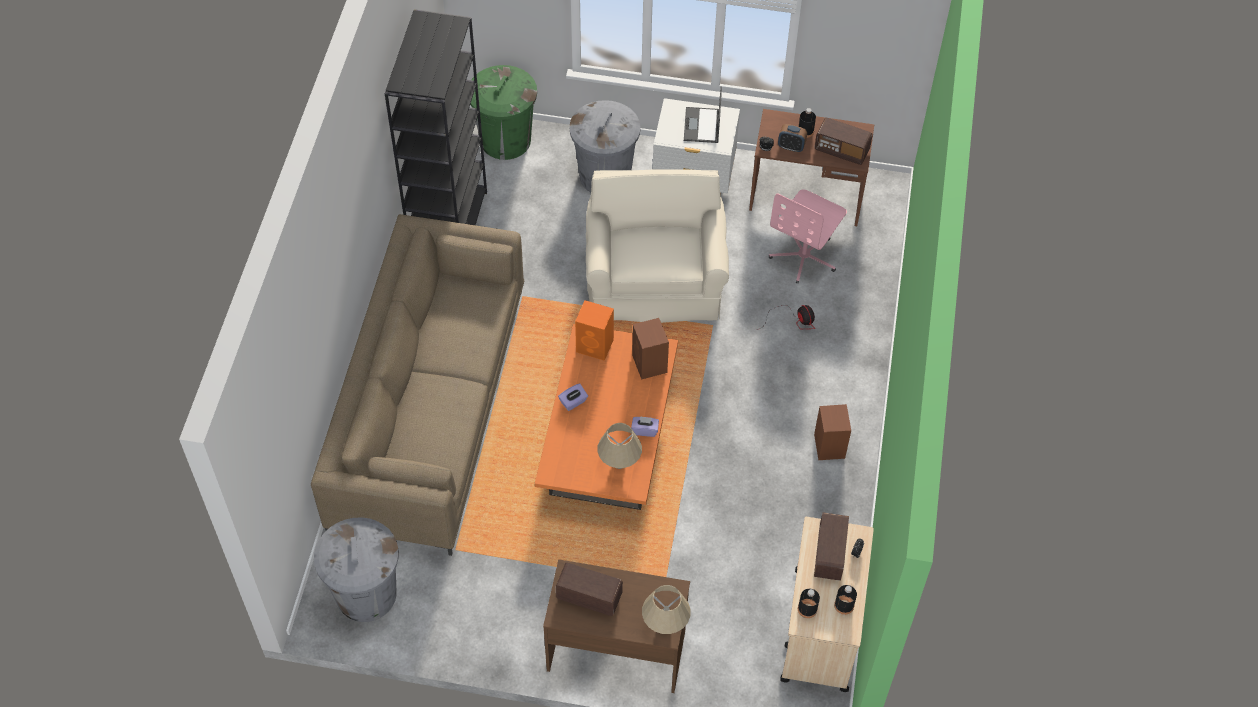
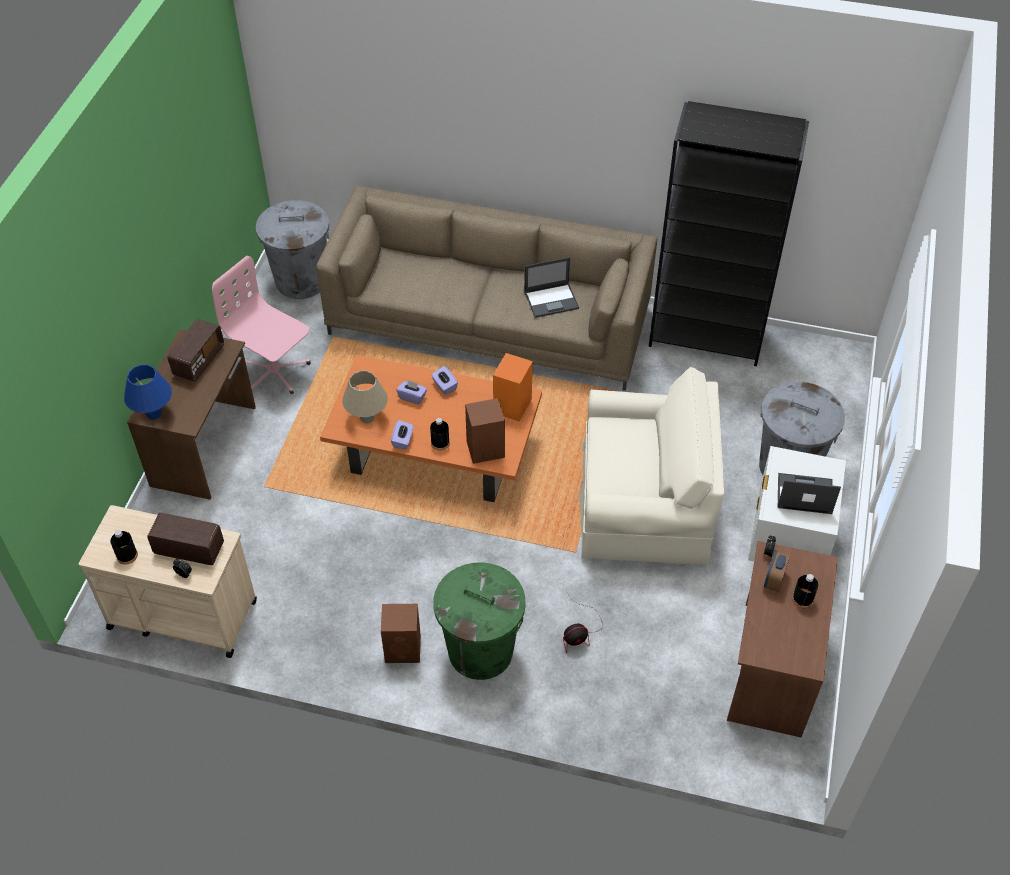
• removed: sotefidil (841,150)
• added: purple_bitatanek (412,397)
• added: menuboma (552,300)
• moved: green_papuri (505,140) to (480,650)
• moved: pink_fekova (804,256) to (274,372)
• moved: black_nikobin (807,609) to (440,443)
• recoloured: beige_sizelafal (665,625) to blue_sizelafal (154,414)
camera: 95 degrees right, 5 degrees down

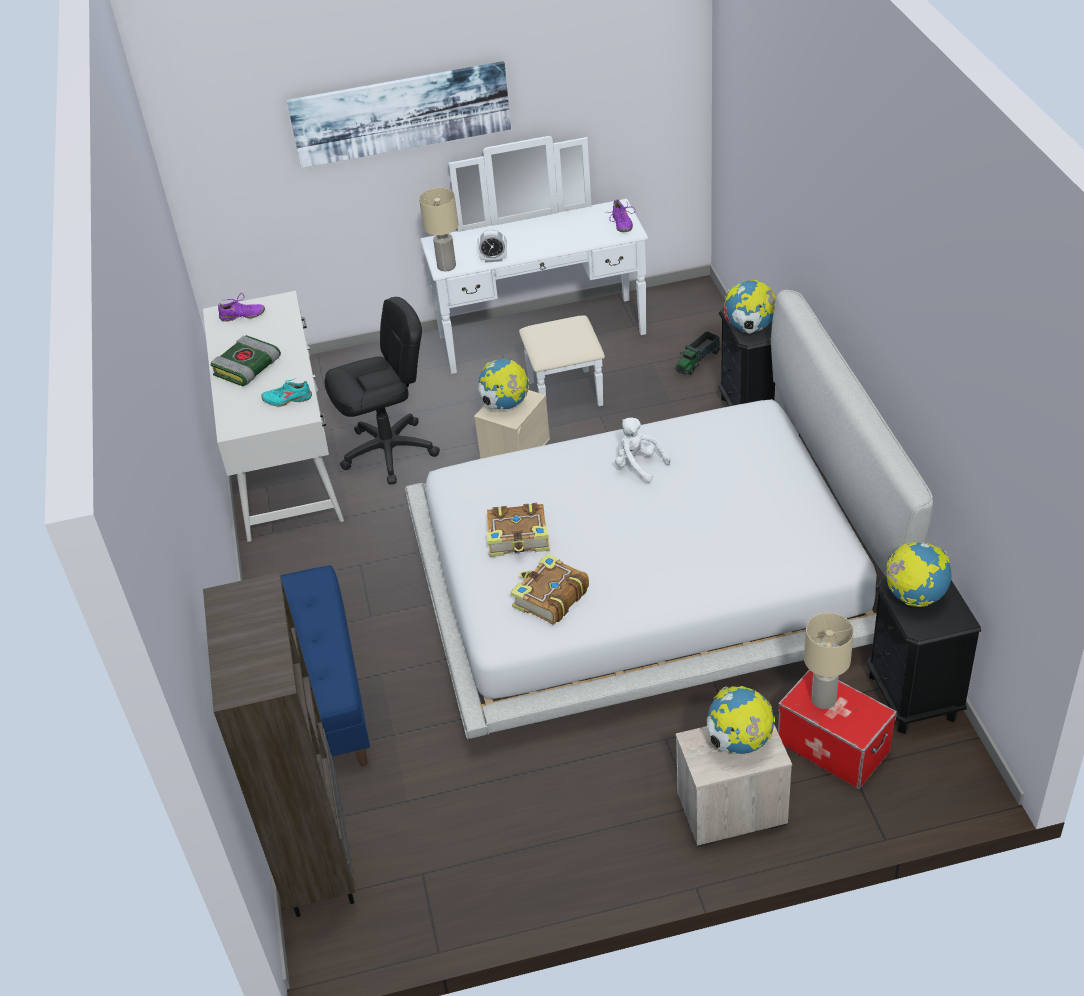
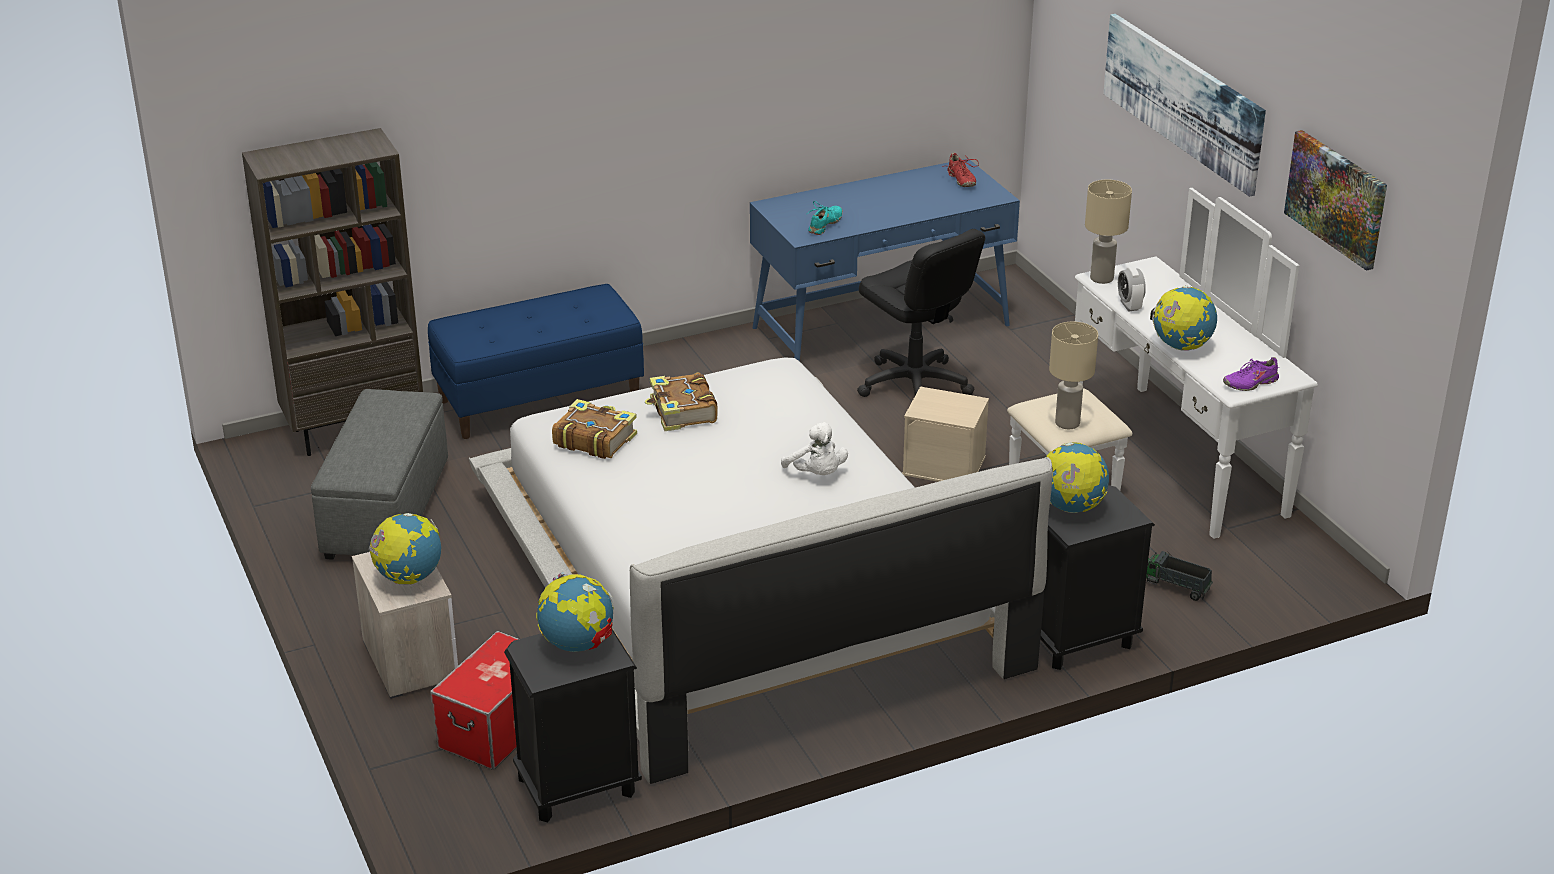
• removed: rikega (247,368)
• added: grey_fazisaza (387,509)
• added: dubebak (1337,198)
• moved: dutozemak (505,405) to (1181,346)
• moved: beige_sizelafal (823,700) to (1066,423)
• recoloured: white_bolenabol (285,460) to blue_bolenabol (882,326)
• recoloured: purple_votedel (242,316) to red_votedel (961,180)
• turned: turquoise_votedel (288,399) = (825,225) 45 degrees clockwise
• turned: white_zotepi (638,465) = (816,474) 120 degrees clockwise
camera: 75 degrees right, 10 degrees down

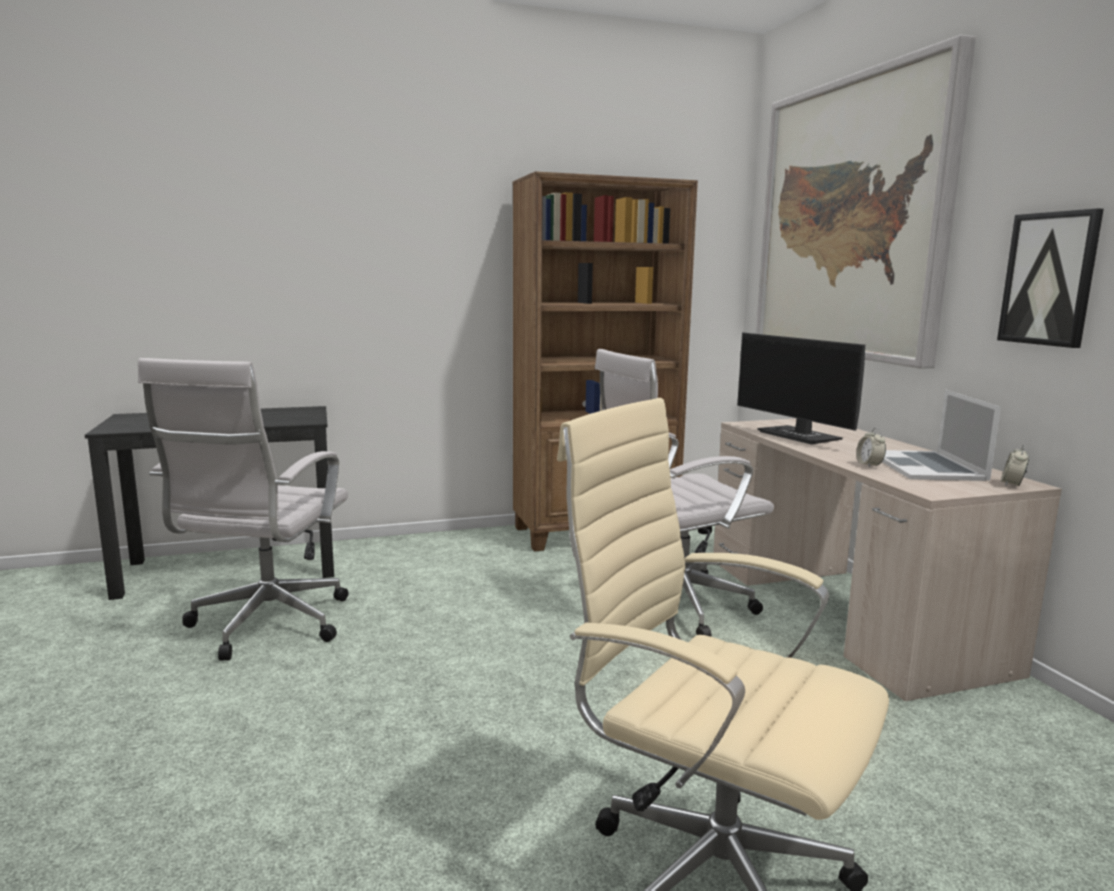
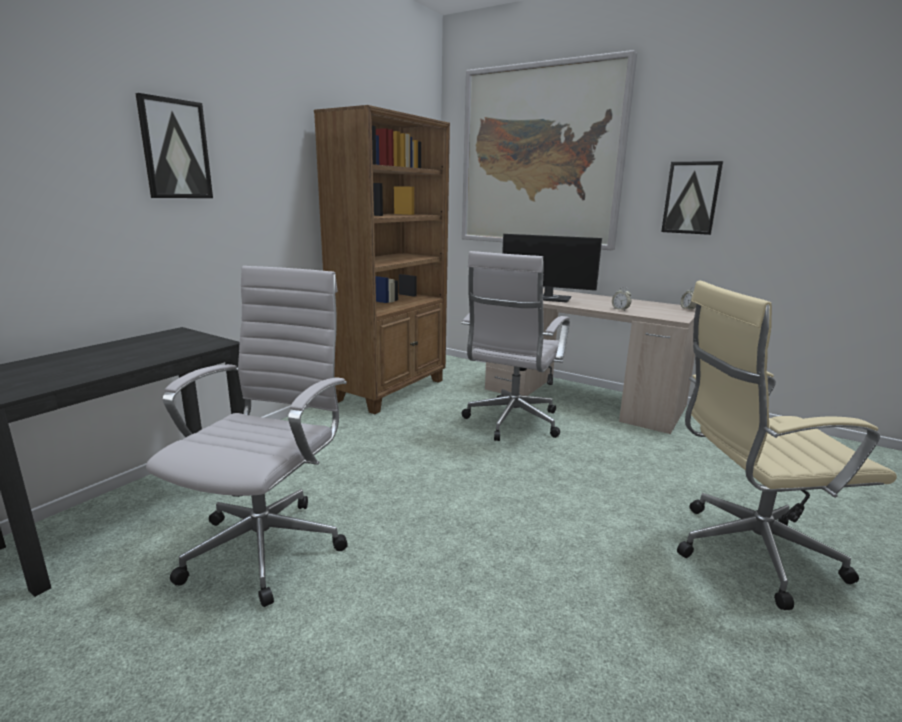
• removed: menuboma (926,466)
• added: dubebak (175,149)
• turned: white_fekova (265,626) = (269,544) 135 degrees counterclockwise
camera: 40 degrees left, 5 degrees up

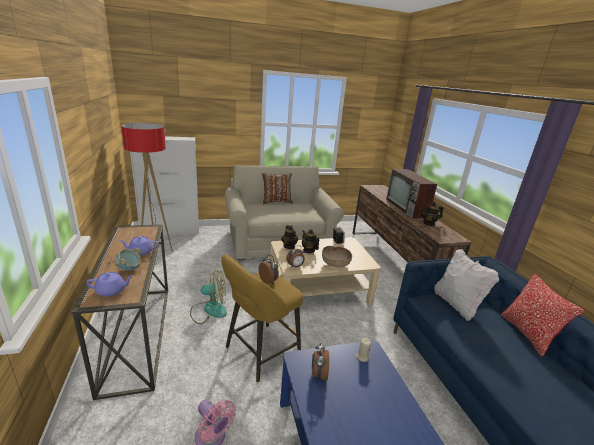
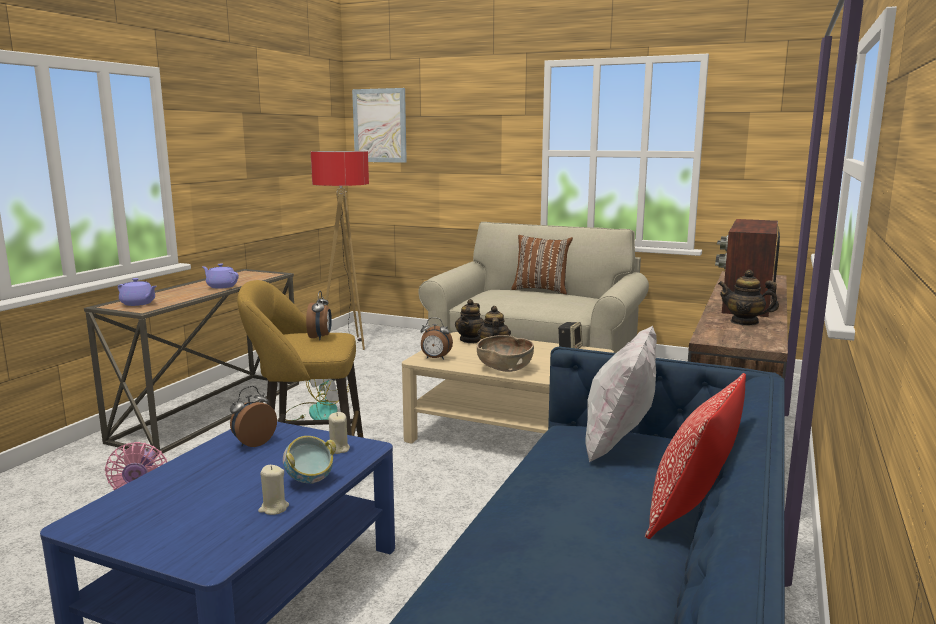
• removed: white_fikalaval (171,231)
• added: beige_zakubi (273,508)
• added: dubebak (380,125)
• moved: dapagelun (129,269) to (309,481)
camera: 40 degrees right, 10 degrees down

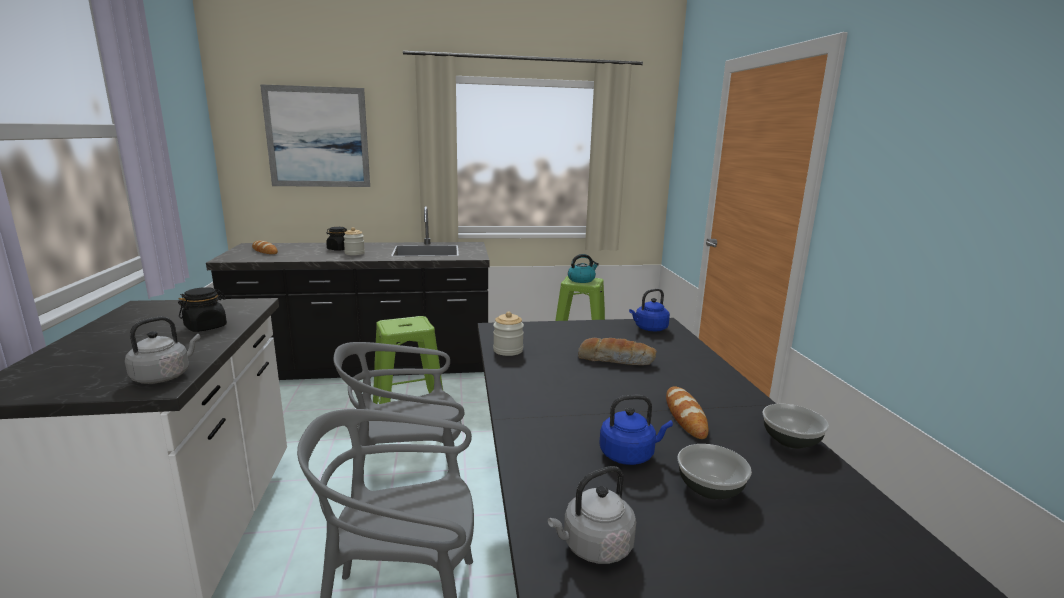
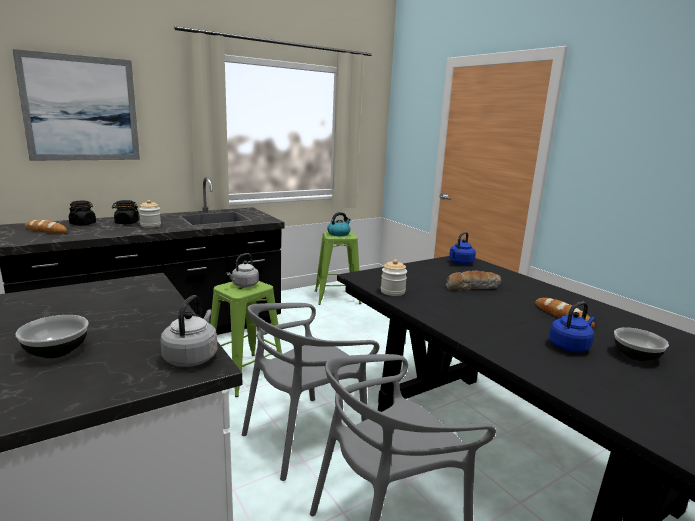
• moved: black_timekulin (206,327) to (83,224)
• moved: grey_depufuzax (594,547) to (244,285)
• moved: dapagelun (791,441) to (57,351)
camera: 25 degrees left, 0 degrees up

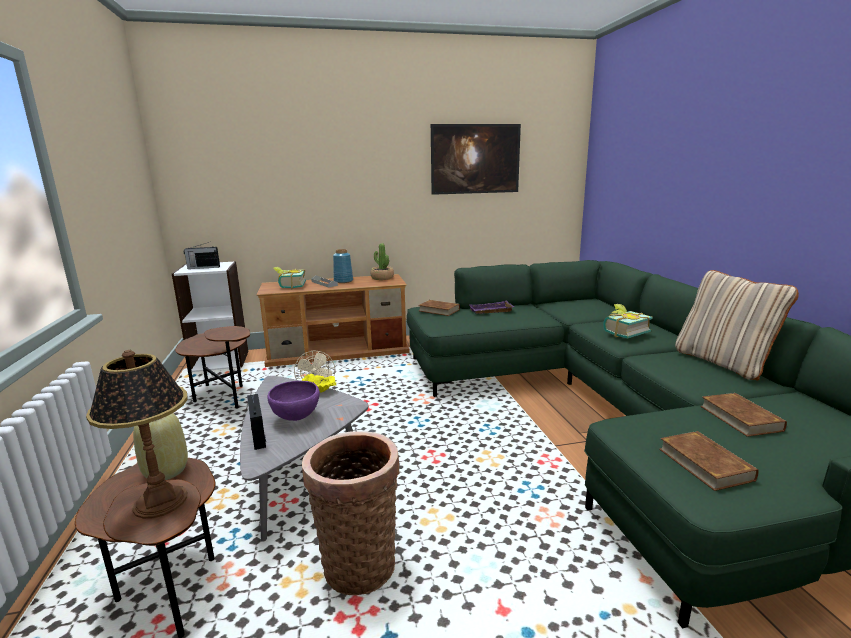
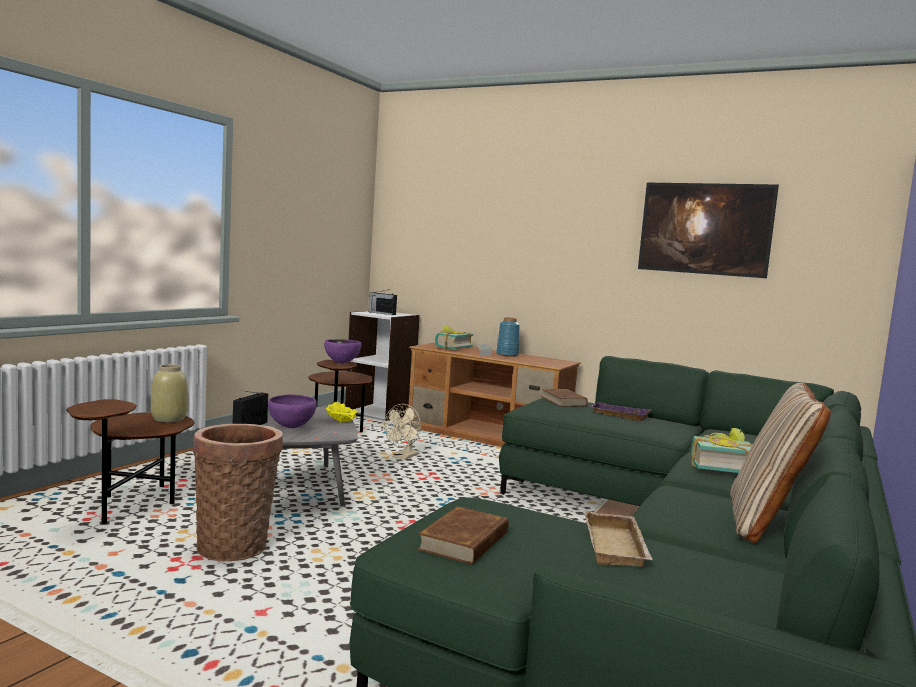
• removed: sizelafal (159,501)
• removed: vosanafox (382,278)
• added: purple_dapagelun (342,363)
• replaced: brown_rikega (740,418) to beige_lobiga (618,547)
camera: 40 degrees right, 10 degrees down

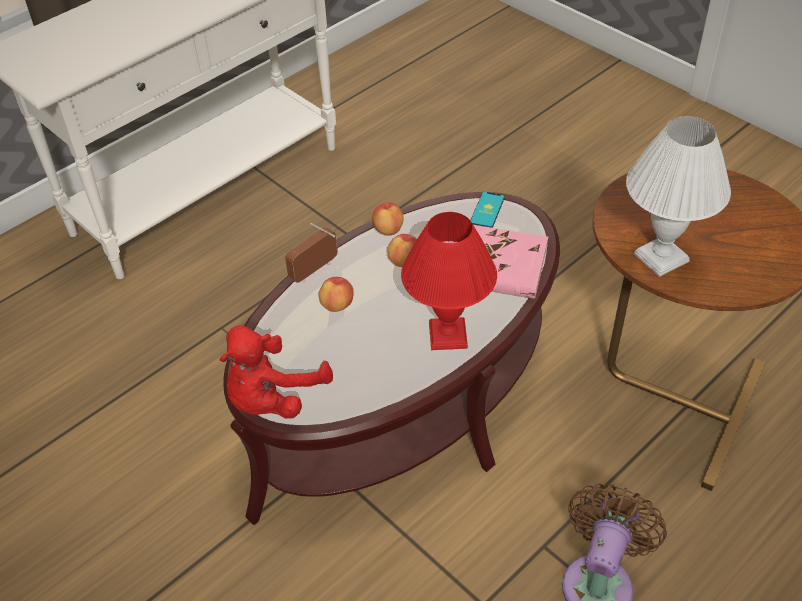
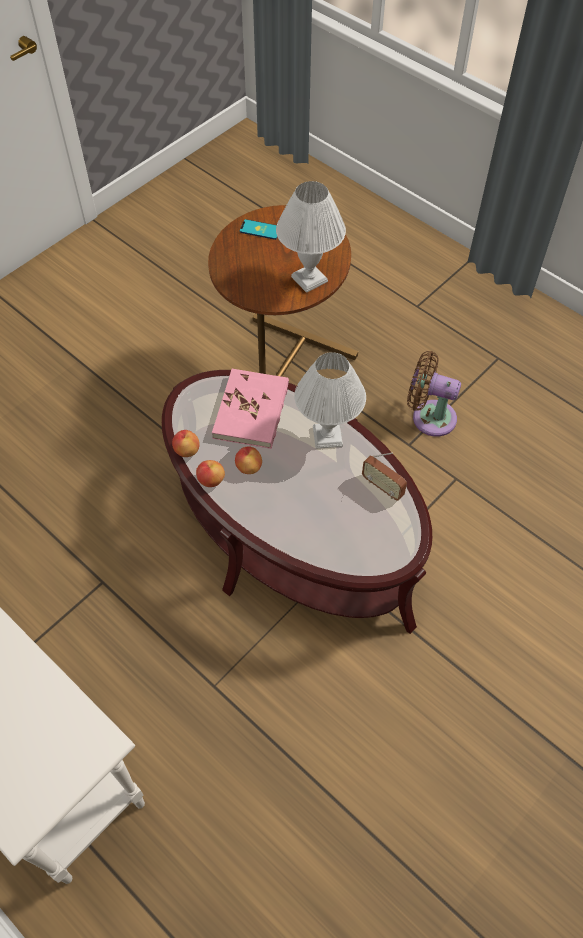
• removed: red_zotepi (273,398)
• moved: sotefidil (314,270) to (382,487)
• moved: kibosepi (337,305) to (186,450)
• moved: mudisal (487,210) to (260,230)
• recoloured: red_sizelafal (449,334) to white_sizelafal (327,435)
camera: 95 degrees left, 10 degrees up

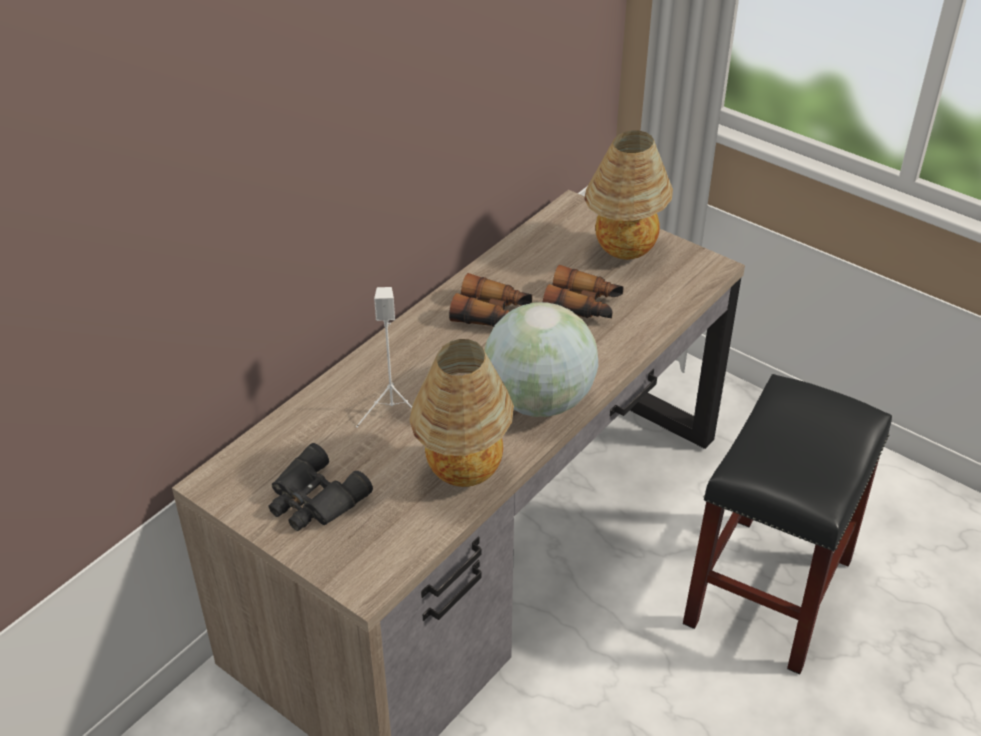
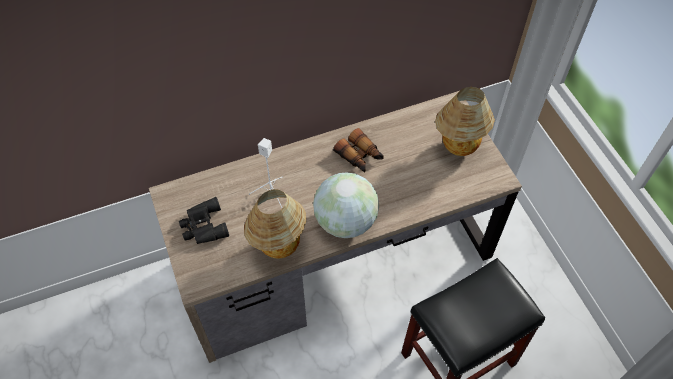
• removed: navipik (583,306)
camera: 30 degrees right, 15 degrees up

